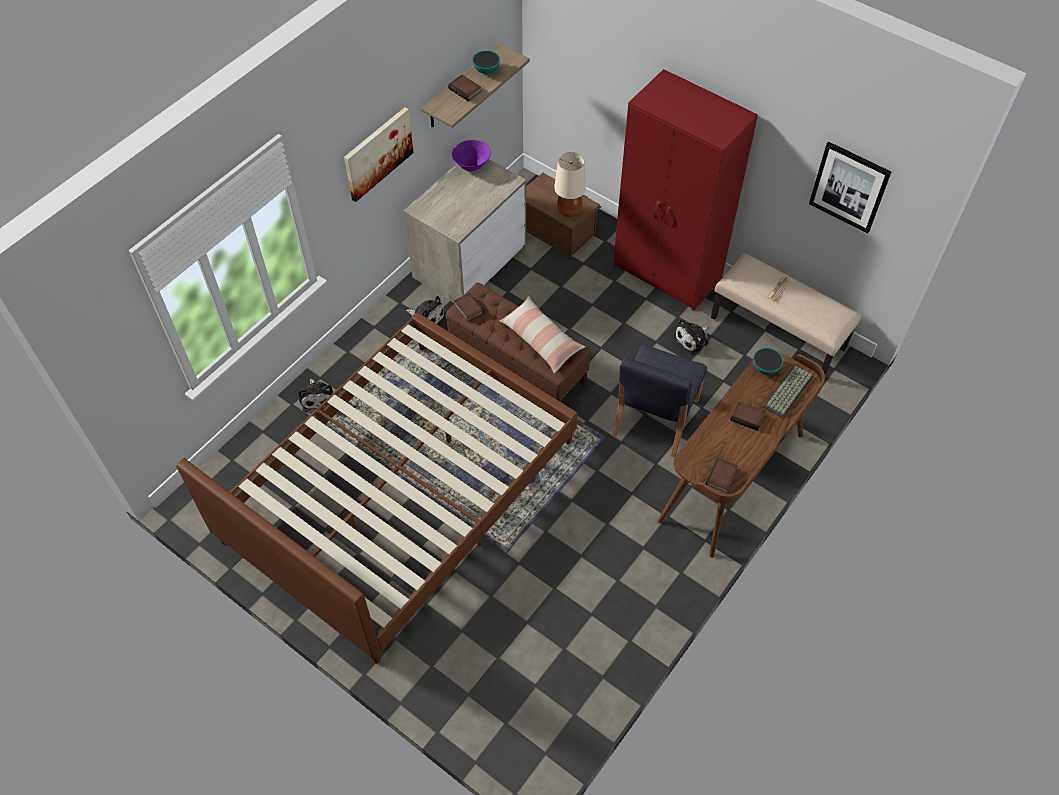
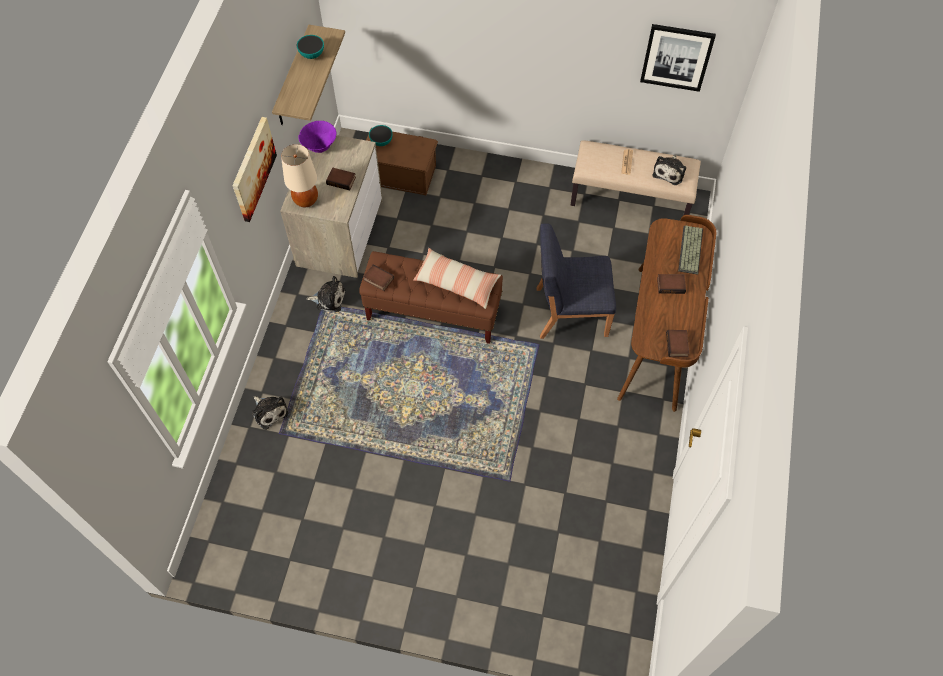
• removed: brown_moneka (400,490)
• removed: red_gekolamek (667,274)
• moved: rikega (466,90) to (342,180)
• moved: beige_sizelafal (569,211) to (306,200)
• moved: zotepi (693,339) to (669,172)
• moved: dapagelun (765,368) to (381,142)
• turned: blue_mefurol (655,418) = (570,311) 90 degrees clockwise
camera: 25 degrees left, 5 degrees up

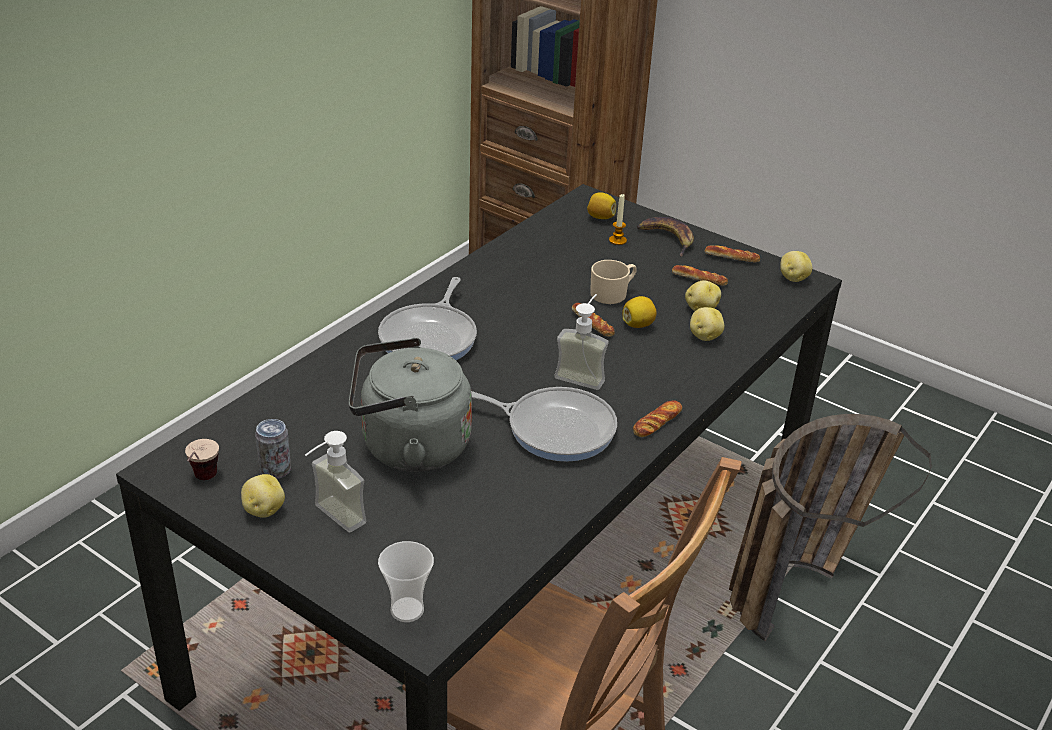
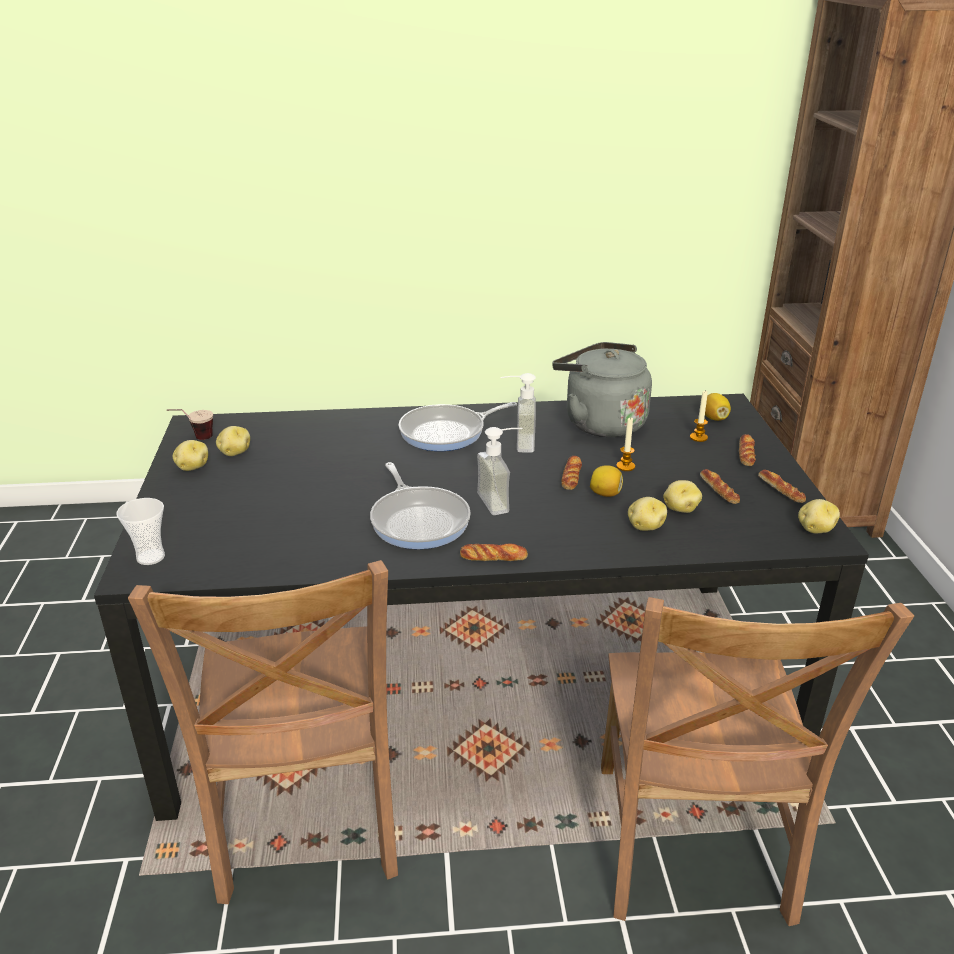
• moved: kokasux (331,520) to (516,443)
• moved: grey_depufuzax (408,447) to (600,422)
• replaced: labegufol (275,470) to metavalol (234,453)
• replaced: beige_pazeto (612,293) to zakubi (625,466)
• replaced: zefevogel (668,239) to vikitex (746,454)
• replaced: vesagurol (797,584) to brown_mefurol (690,848)
camera: 50 degrees right, 5 degrees down

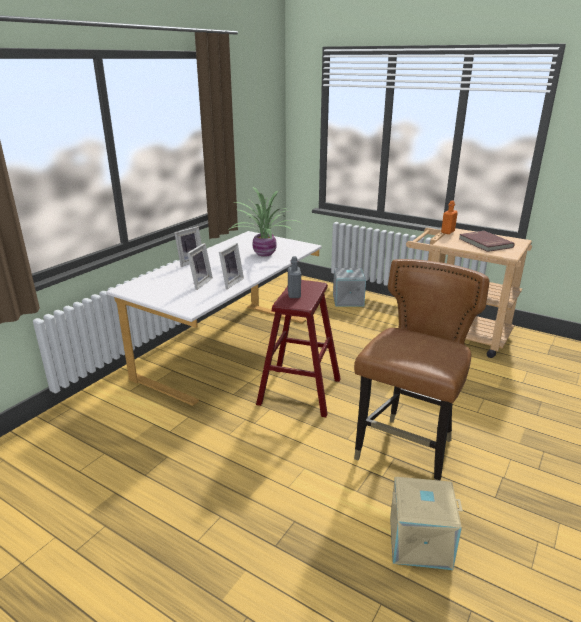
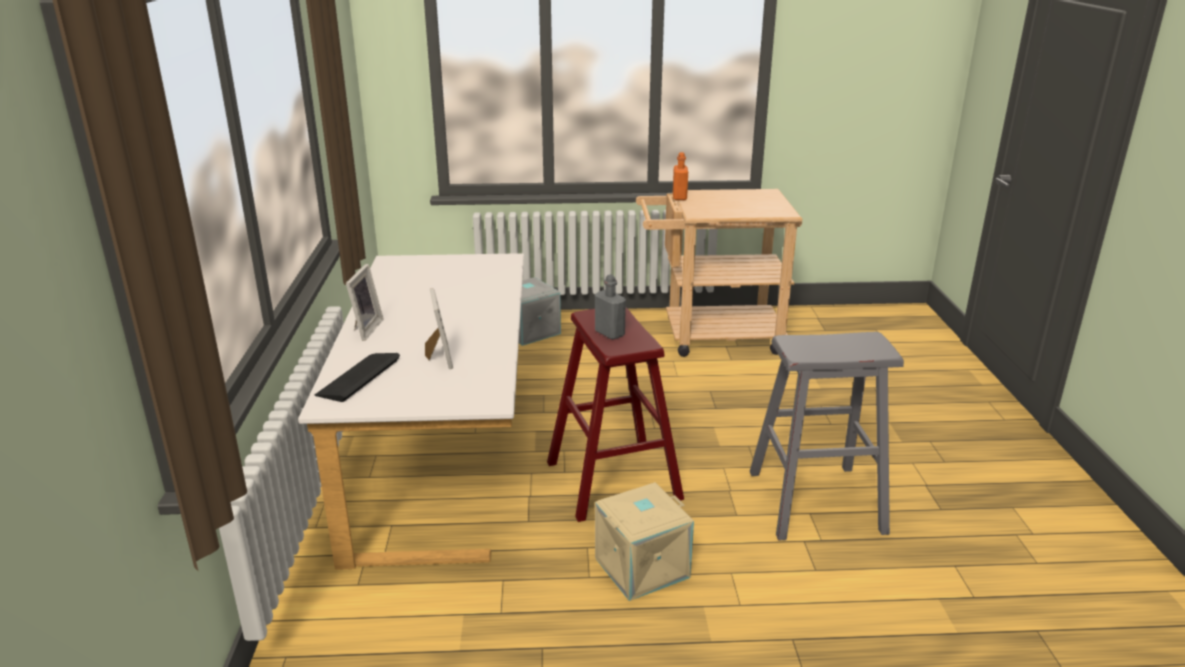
• removed: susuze (230,282)
• removed: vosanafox (264,254)
• removed: red_rikega (484,243)
• added: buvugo (358,377)
• moved: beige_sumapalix (420,541) to (641,566)
• replaced: brown_mefurol (407,453) to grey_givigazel (816,501)
camera: 35 degrees left, 0 degrees up

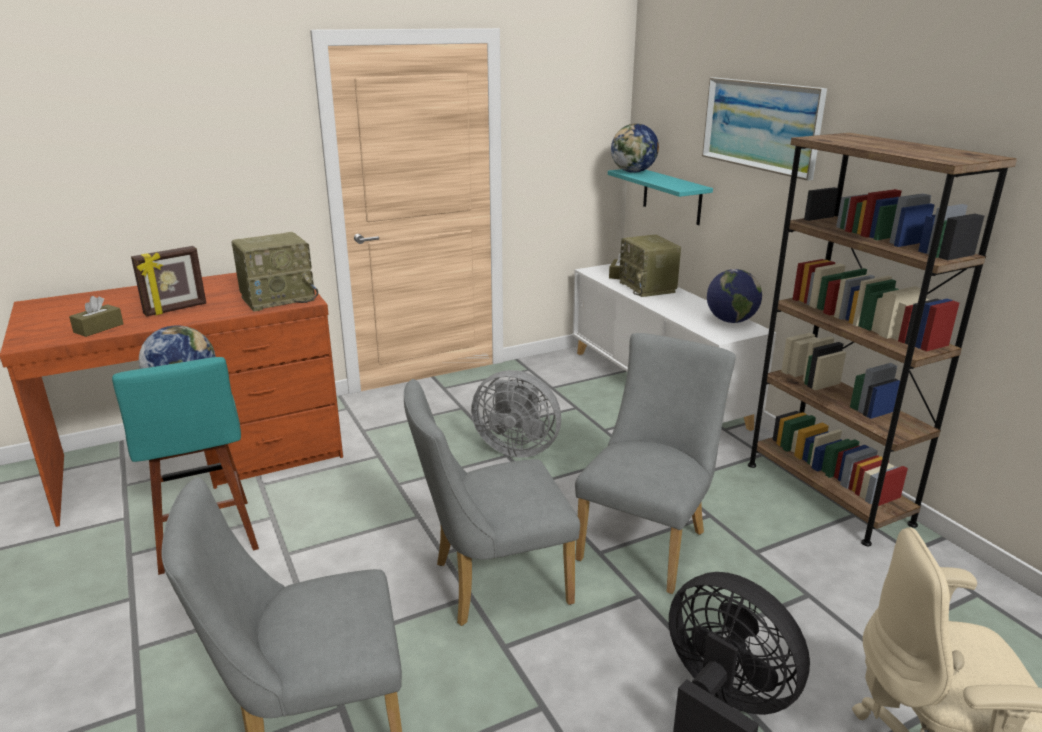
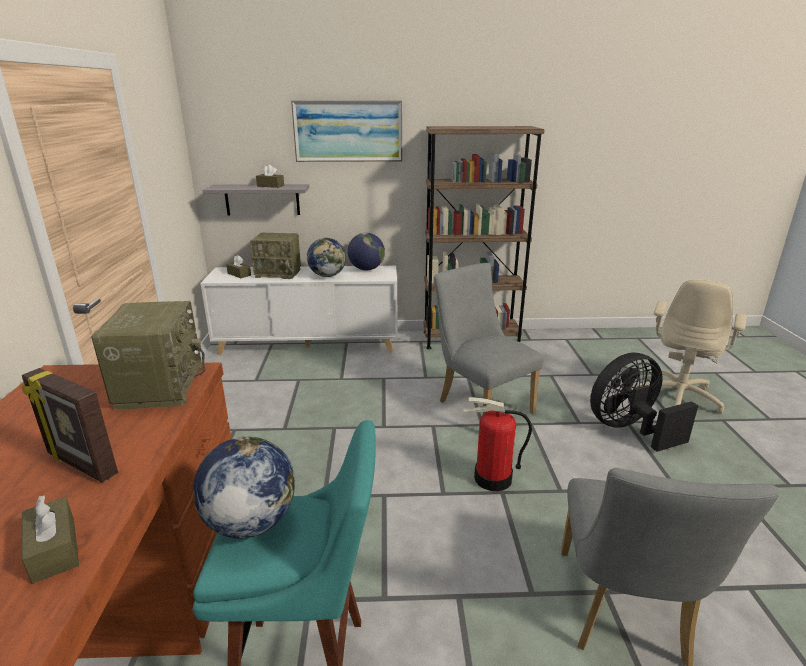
• removed: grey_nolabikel (516,448)
• added: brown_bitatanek (270,186)
• moved: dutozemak (633,172) to (328,276)
• replaced: grey_mefurol (491,584) to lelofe (492,479)
• recoloured: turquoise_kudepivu (672,196) to grey_kudepivu (262,199)
• turned: susuze (176,309) = (81,465) 135 degrees clockwise
camera: 65 degrees left, 0 degrees up

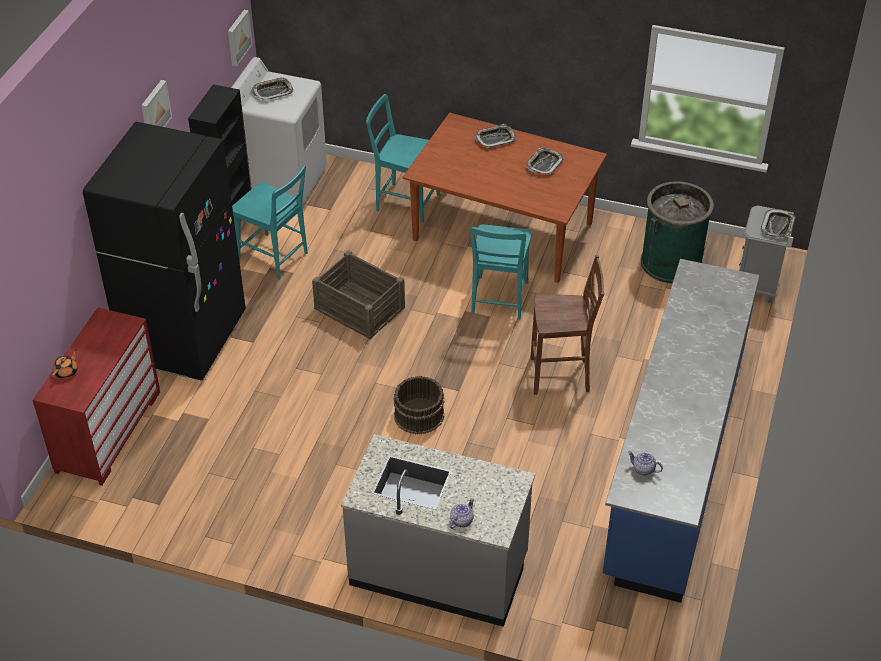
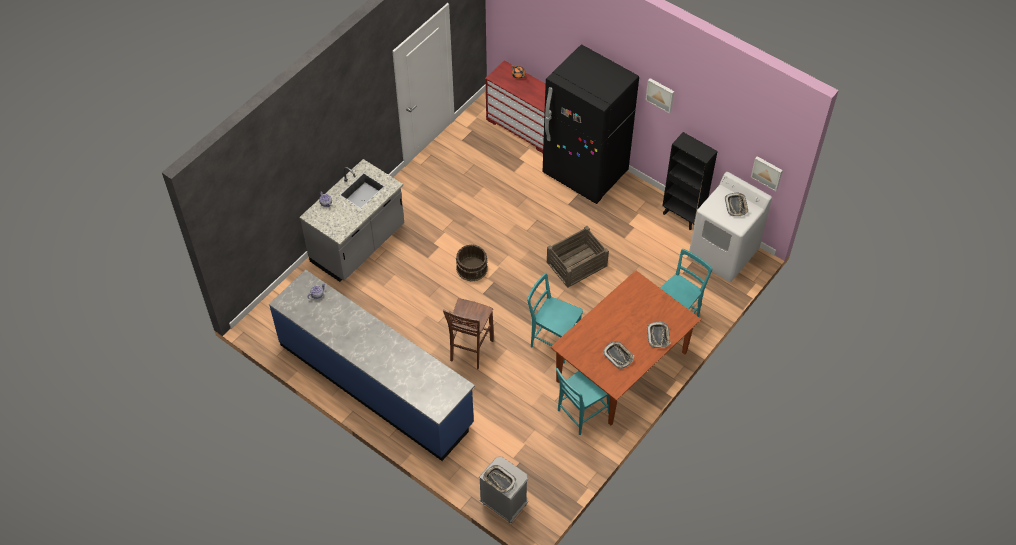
• removed: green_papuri (671,262)
• moved: turquoise_mefurol (275,258) to (581,413)
camera: 110 degrees right, 10 degrees up

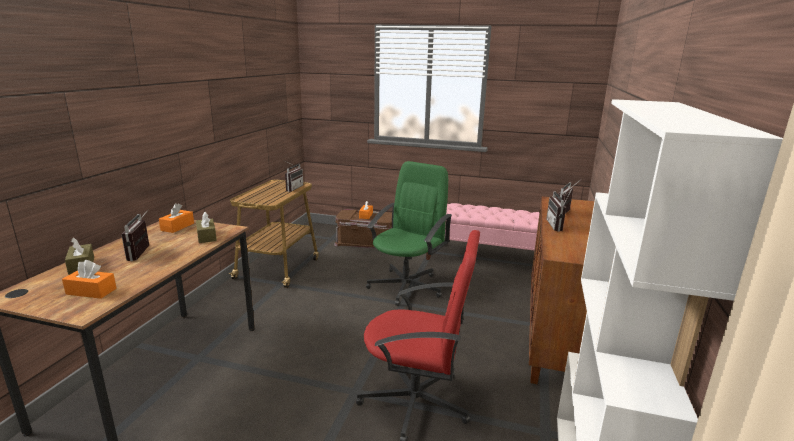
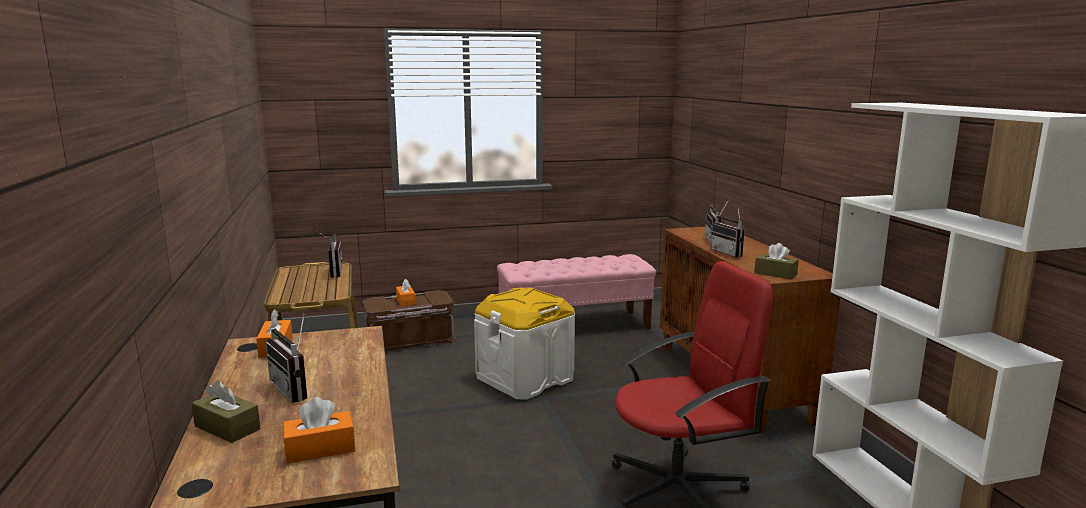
• moved: brown_bitatanek (206,236) to (775,274)
• replaced: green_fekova (406,286) to white_sumapalix (525,378)
camera: 30 degrees left, 5 degrees down

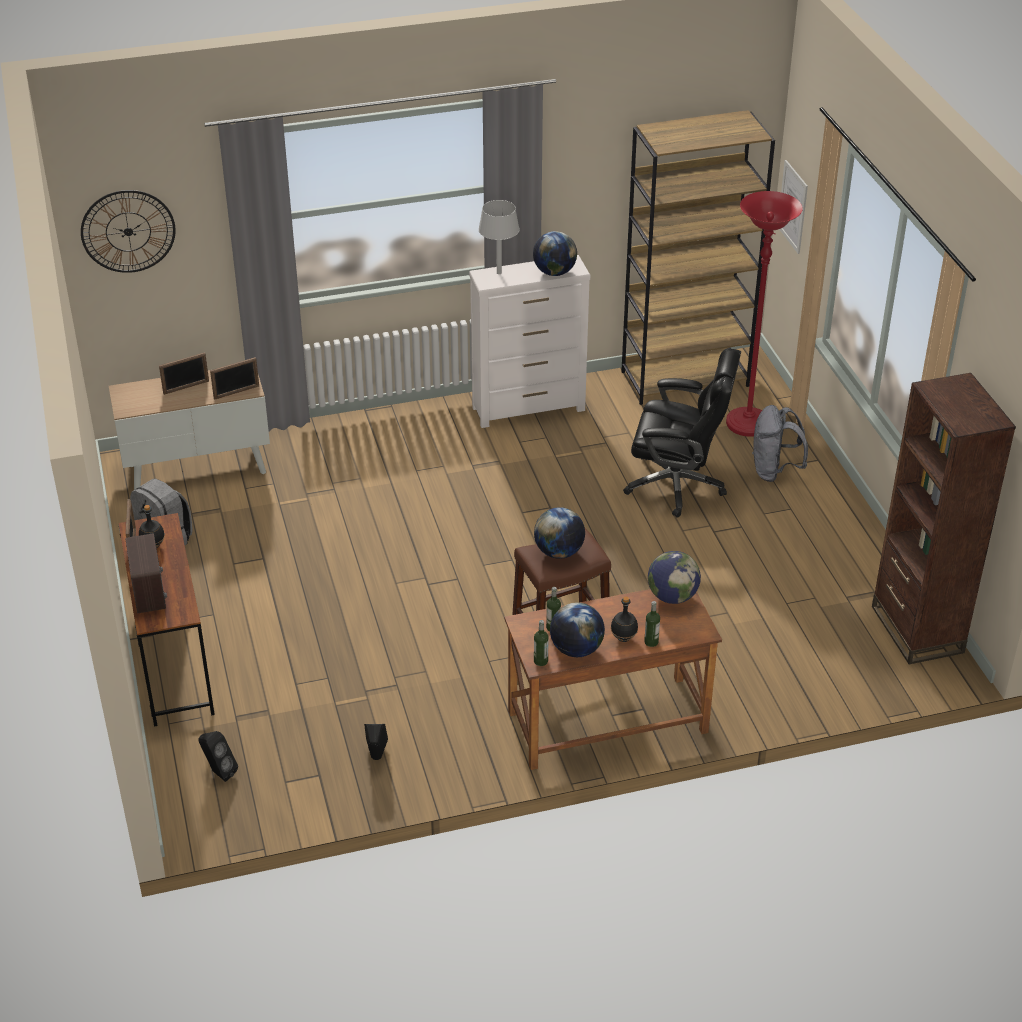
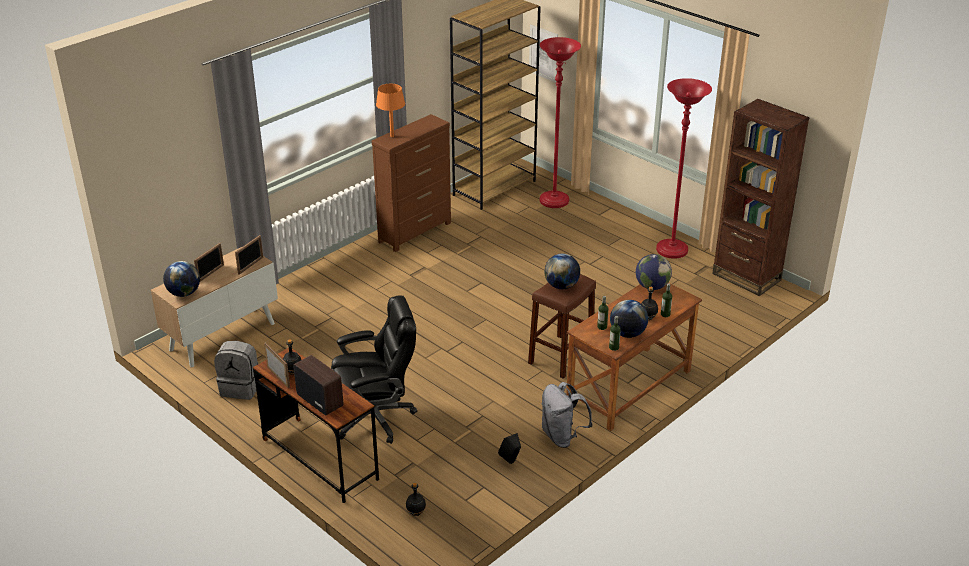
• removed: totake (128,231)
• added: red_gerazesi (672,250)
• moved: dutozemak (554,272) to (184,293)
• moved: black_fekova (678,485) to (375,417)
• moved: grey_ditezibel (774,471) to (562,436)
• replaced: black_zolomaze (219,772) to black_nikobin (416,512)
• recoloured: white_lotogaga (529,409) to brown_lotogaga (415,232)
• recoloured: grey_sizelafal (499,273) to orange_sizelafal (392,136)
camera: 30 degrees left, 5 degrees down

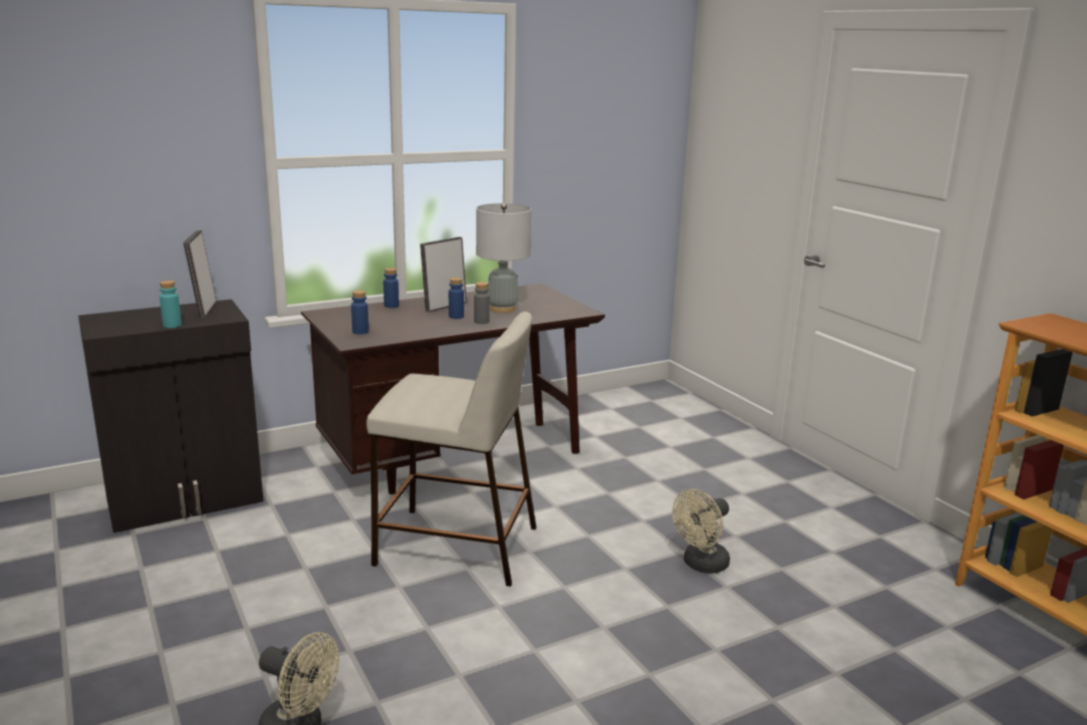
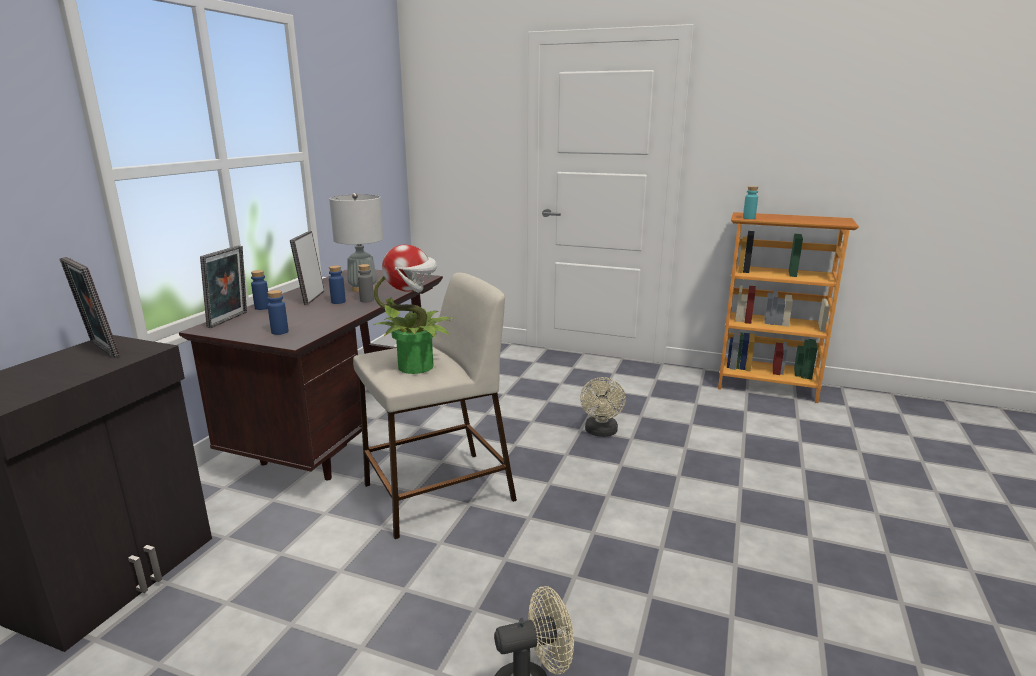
• added: susuze (230,320)
• added: vosanafox (417,366)
• moved: turquoise_nikobin (172,325) to (749,218)
camera: 40 degrees left, 0 degrees up

